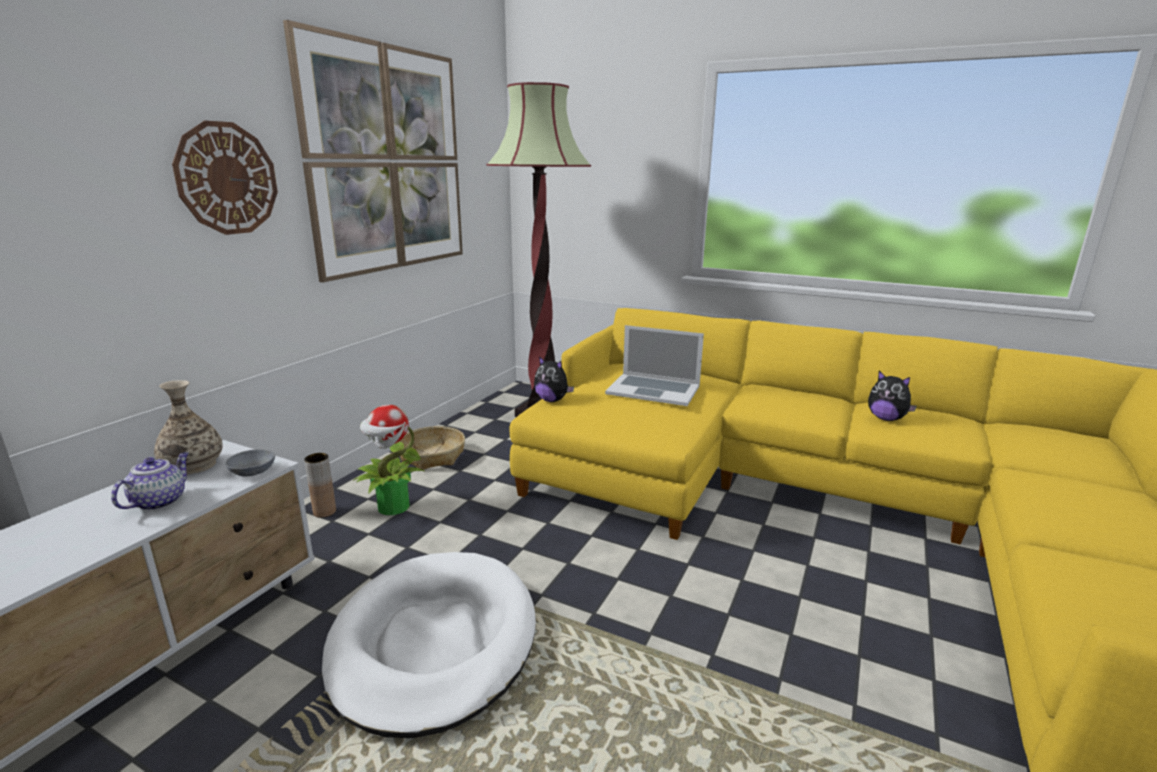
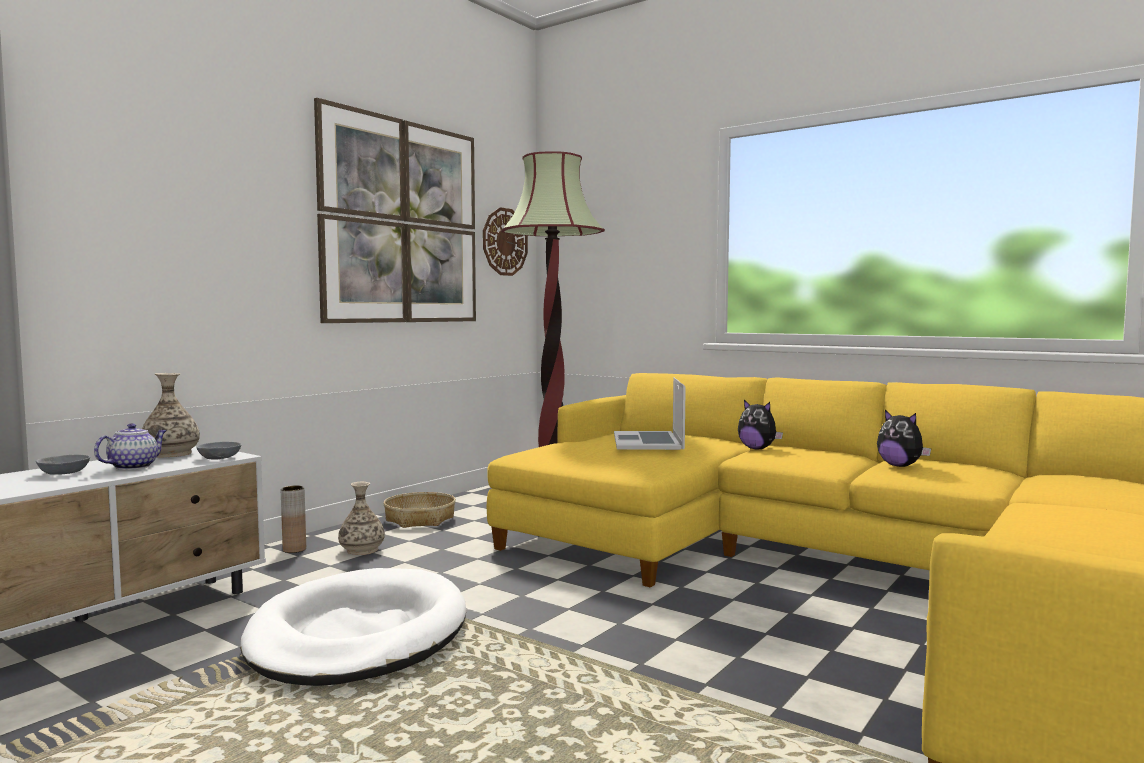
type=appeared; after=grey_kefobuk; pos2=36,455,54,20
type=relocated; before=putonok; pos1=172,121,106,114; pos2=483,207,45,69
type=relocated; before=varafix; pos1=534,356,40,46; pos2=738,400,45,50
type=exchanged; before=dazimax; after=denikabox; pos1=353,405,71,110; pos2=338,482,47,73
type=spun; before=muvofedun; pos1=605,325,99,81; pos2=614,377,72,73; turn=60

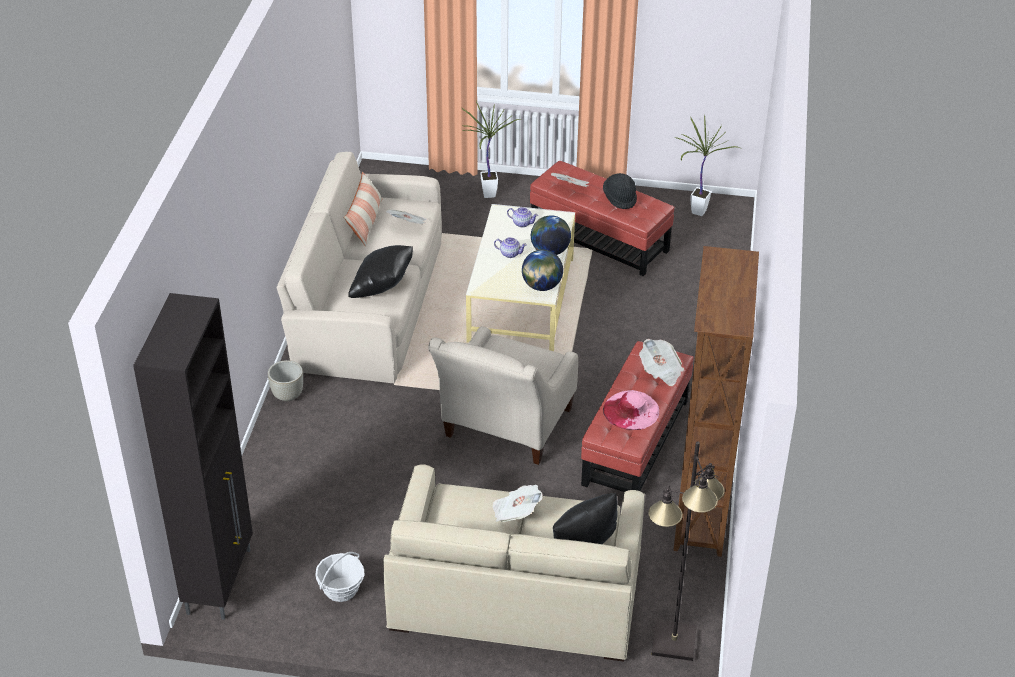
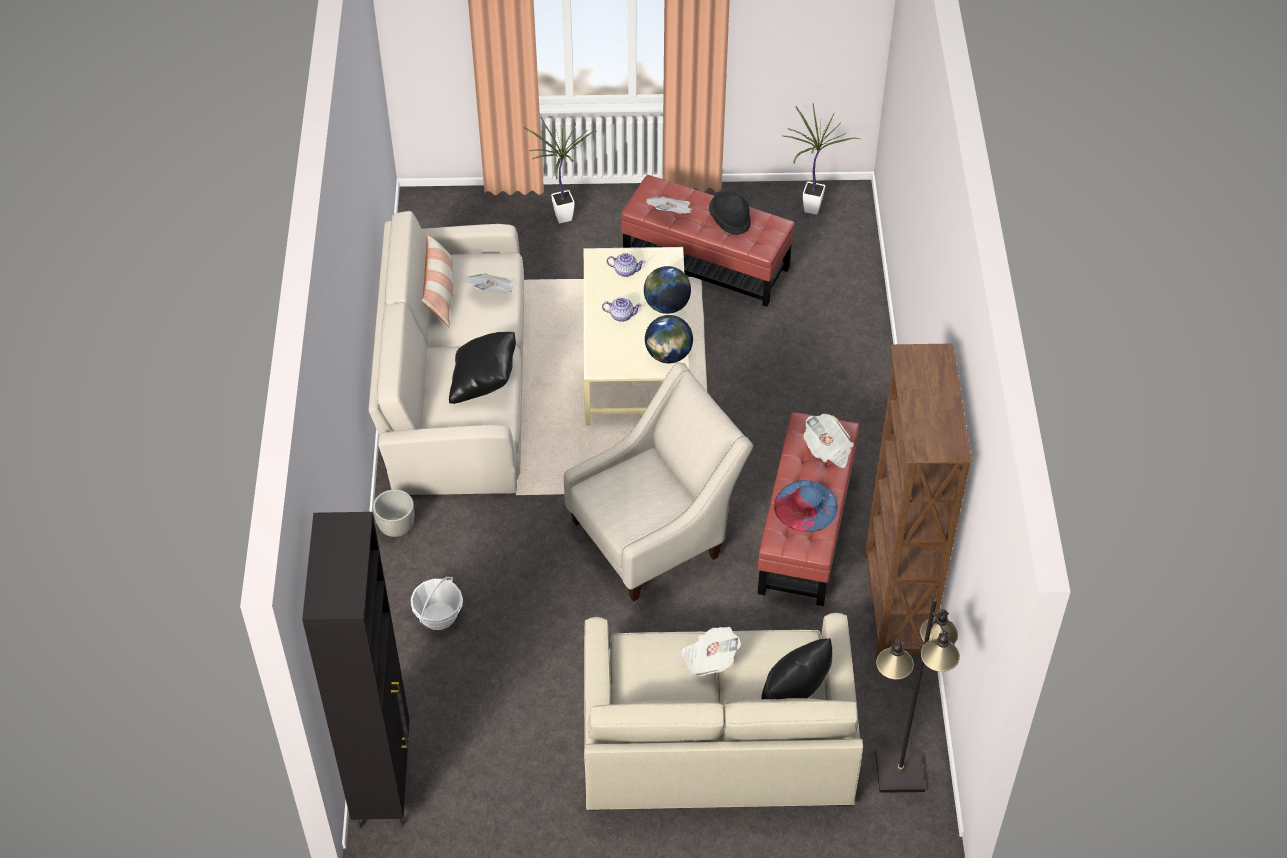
type=relocated; before=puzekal; pos1=315,552,49,50; pos2=411,577,52,53
type=colour; before=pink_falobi; after=blue_falobi; pos1=603,390,56,40; pos2=774,480,64,52
type=spun; before=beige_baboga; pos1=428,327,150,138; pos2=564,362,190,239; turn=-135

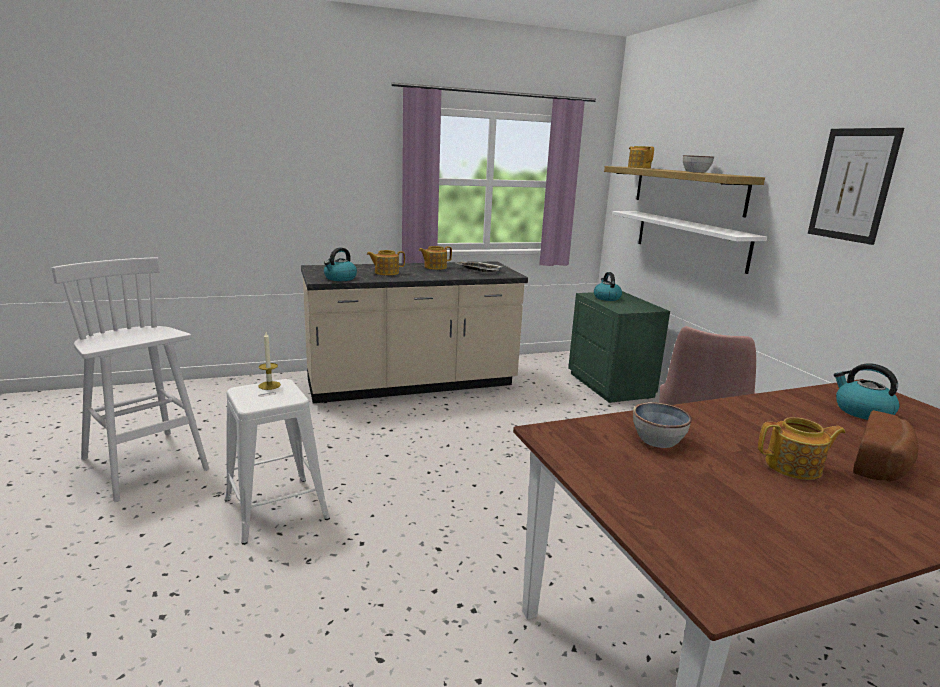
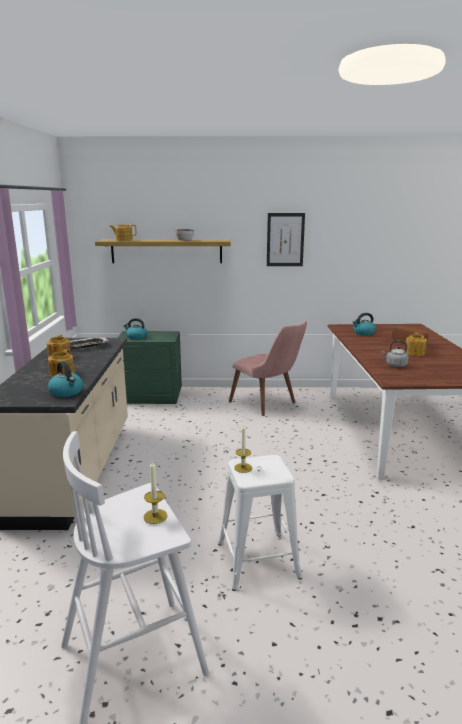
type=missing; before=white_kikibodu; pos1=612,211,155,63
type=appeared; after=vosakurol; pos2=144,461,23,63
type=exchanged; before=kefobuk; after=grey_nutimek; pos1=633,402,59,46; pos2=381,341,28,26

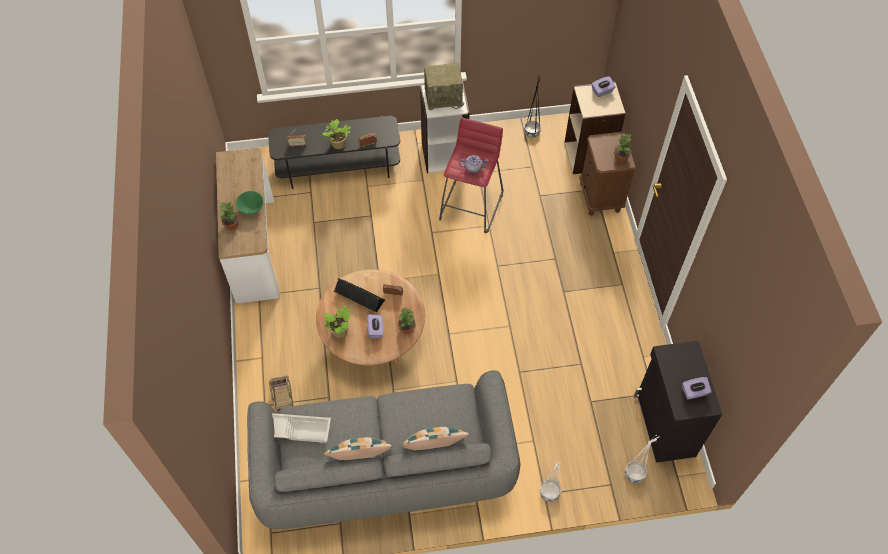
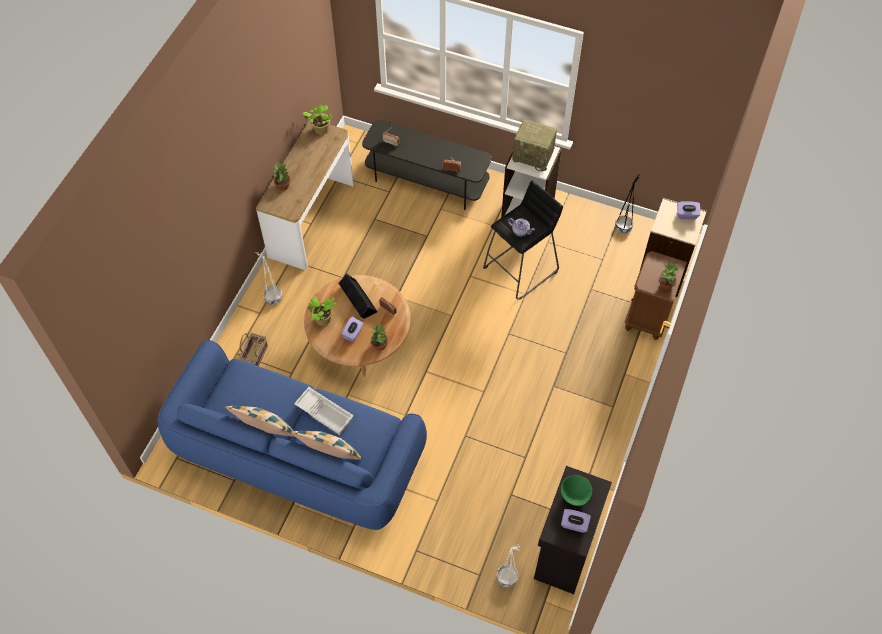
type=relocated; before=green_kefobuk; pos1=236,191,27,23; pos2=561,475,31,31
type=relocated; before=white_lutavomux; pos1=272,413,59,30; pos2=294,387,60,48
type=relocated; before=dazimax; pos1=322,119,29,30; pos2=302,104,30,31
type=relocated; before=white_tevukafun; pos1=540,462,21,40; pos2=256,252,26,53
type=colour; before=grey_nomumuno; after=blue_nomumuno; pos1=247,370,273,159; pos2=157,340,270,190
type=colour; before=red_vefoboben; after=black_vefoboben; pos1=439,118,64,115; pos2=483,180,80,120

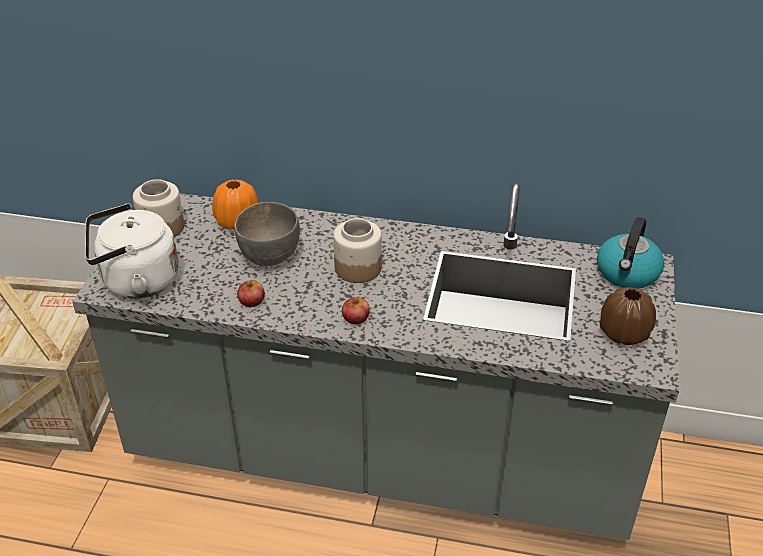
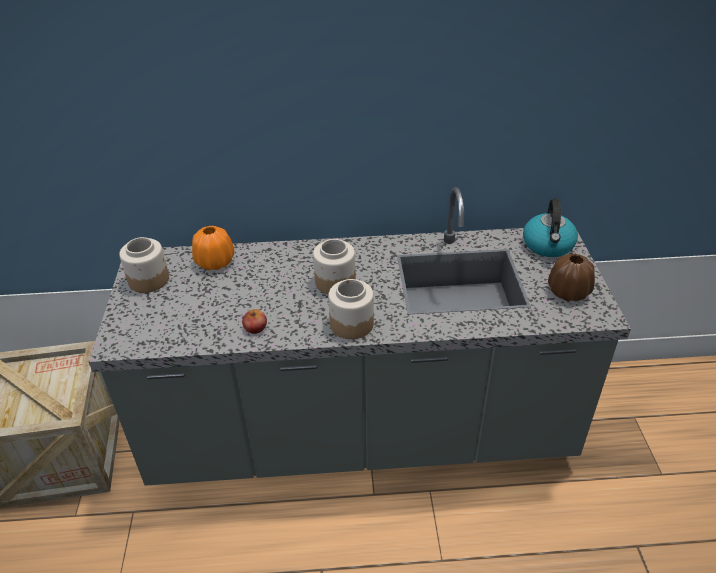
type=missing; before=white_nutimek; pos1=85,204,94,94
type=missing; before=grey_kefobuk; pos1=234,202,66,64
type=exchanged; before=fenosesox; after=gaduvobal; pos1=342,297,28,27; pos2=328,279,46,60

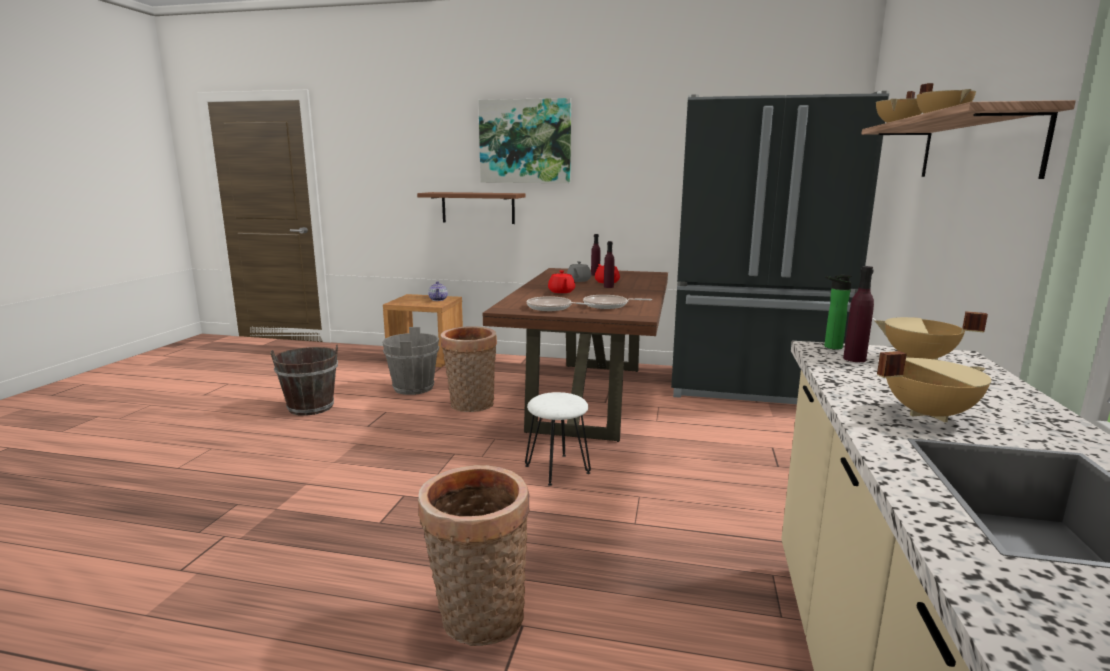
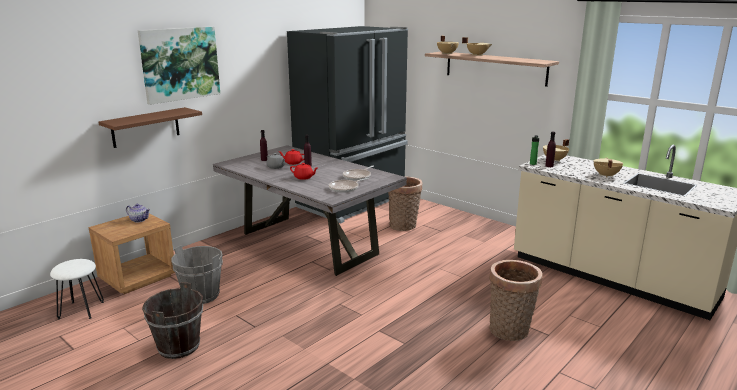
type=relocated; before=puzekal; pos1=441,326,56,86; pos2=388,176,34,55
type=relocated; before=white_vefoboben; pos1=525,392,66,94; pos2=50,259,54,61
type=colour; before=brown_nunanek; after=grey_nunanek; pos1=482,268,186,174; pos2=213,145,194,131

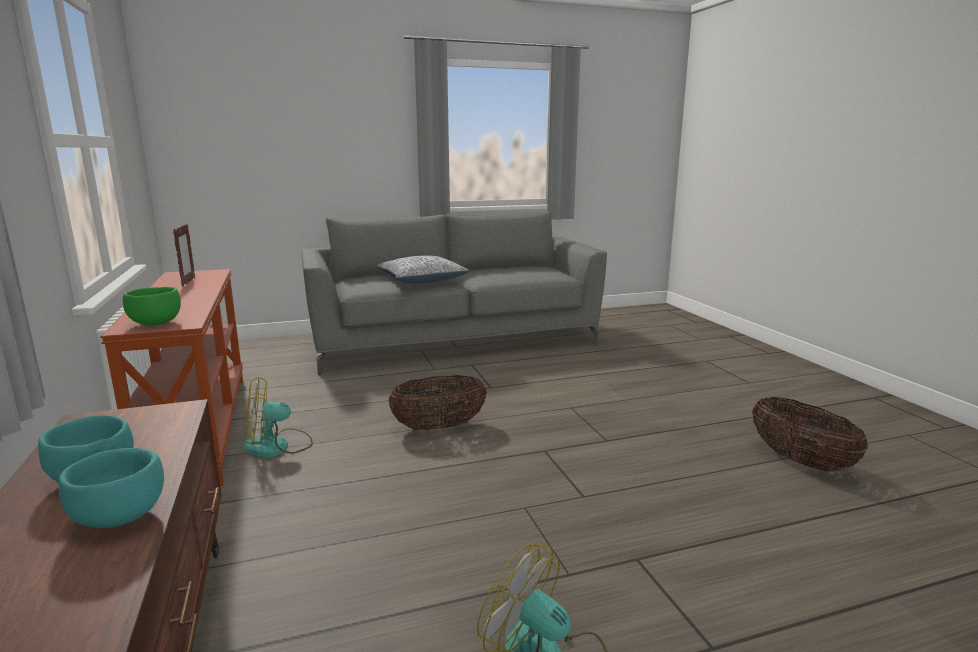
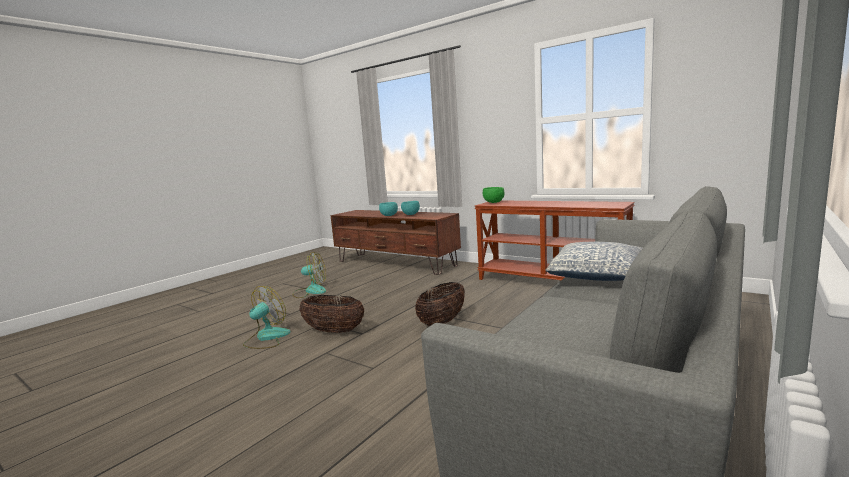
type=missing; before=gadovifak; pos1=173,224,22,62
type=relocated; before=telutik; pos1=243,377,70,80; pos2=243,286,48,63
type=relocated; before=puzekal; pos1=752,397,116,74; pos2=299,295,65,38

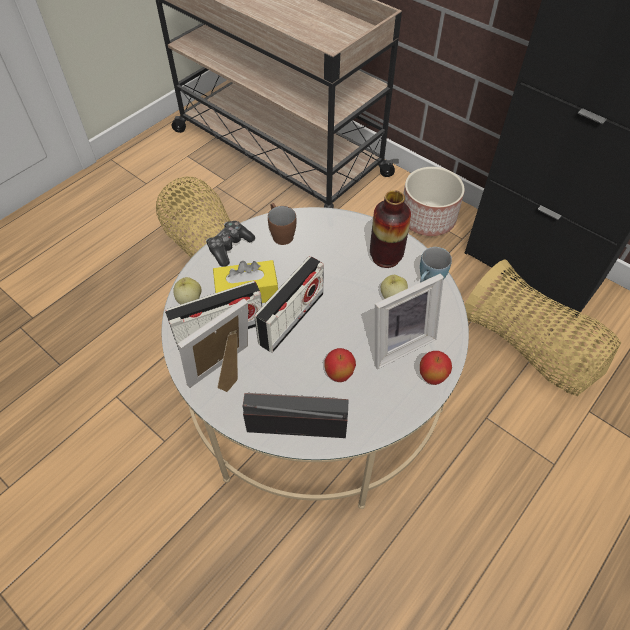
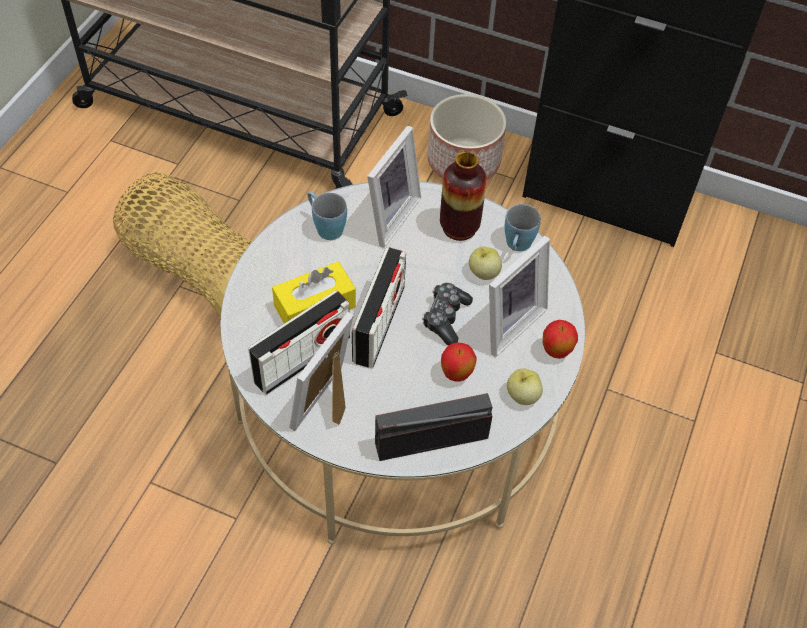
type=missing; before=puzekal; pos1=465,259,156,137
type=appeared; after=gadovifak; pos2=367,125,54,122
type=relocated; before=fenosesox; pos1=173,277,28,27; pos2=507,368,36,37
type=relocated; before=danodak; pos1=206,221,49,46; pos2=422,283,51,62
type=colour; before=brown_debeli; after=blue_debeli; pos1=268,203,28,42; pos2=307,192,40,48

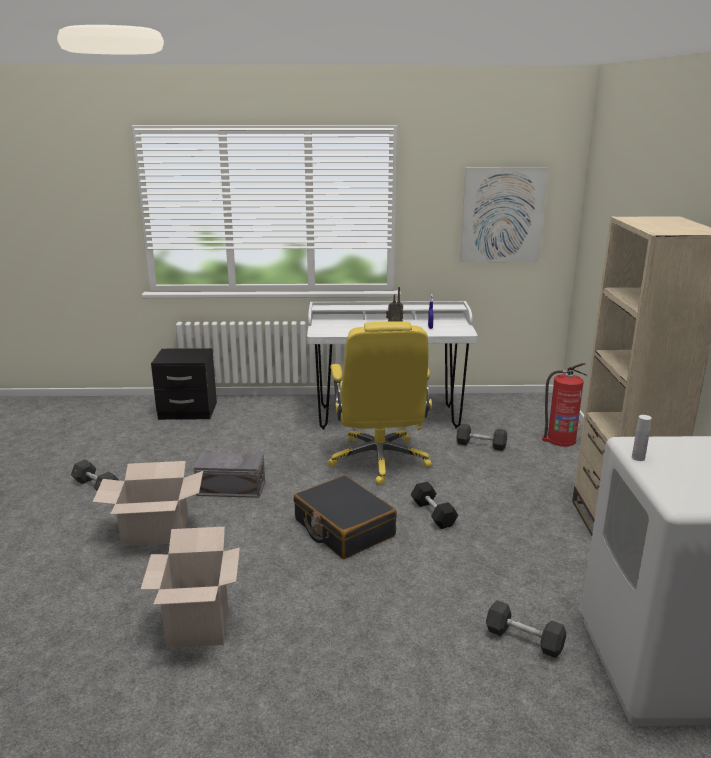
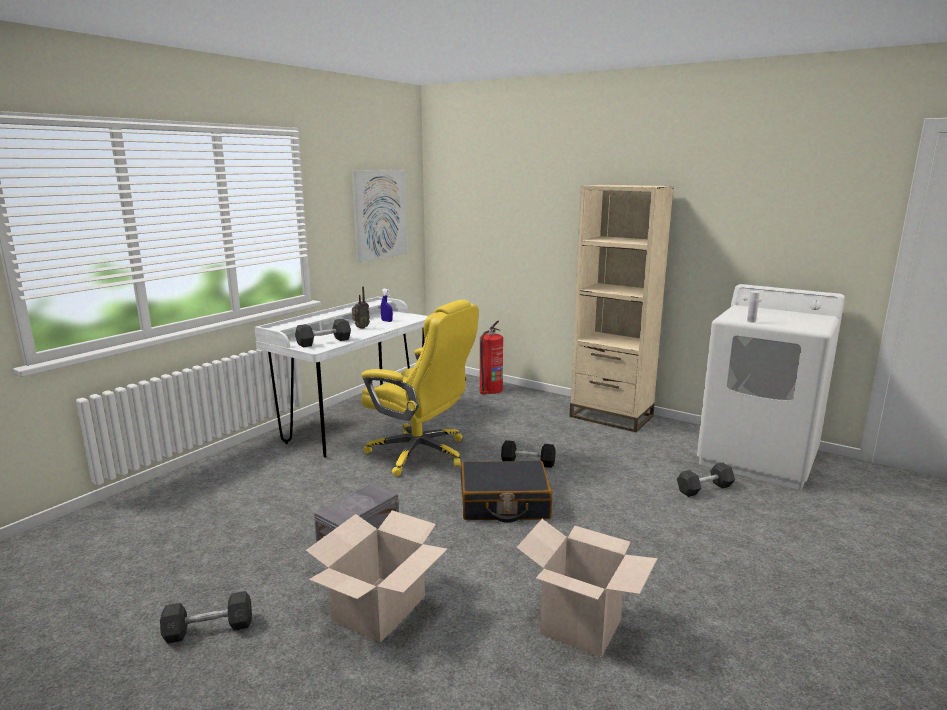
type=missing; before=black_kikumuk; pos1=151,348,66,72
type=relocated; before=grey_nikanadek; pos1=456,424,51,27; pos2=295,319,56,28

